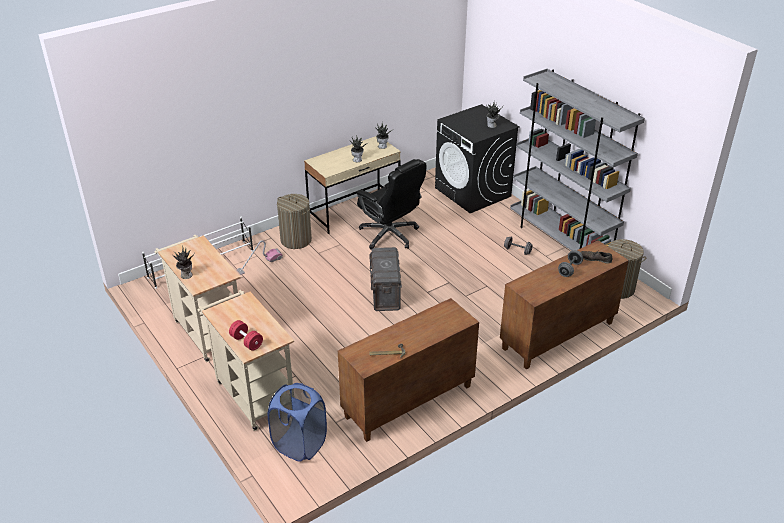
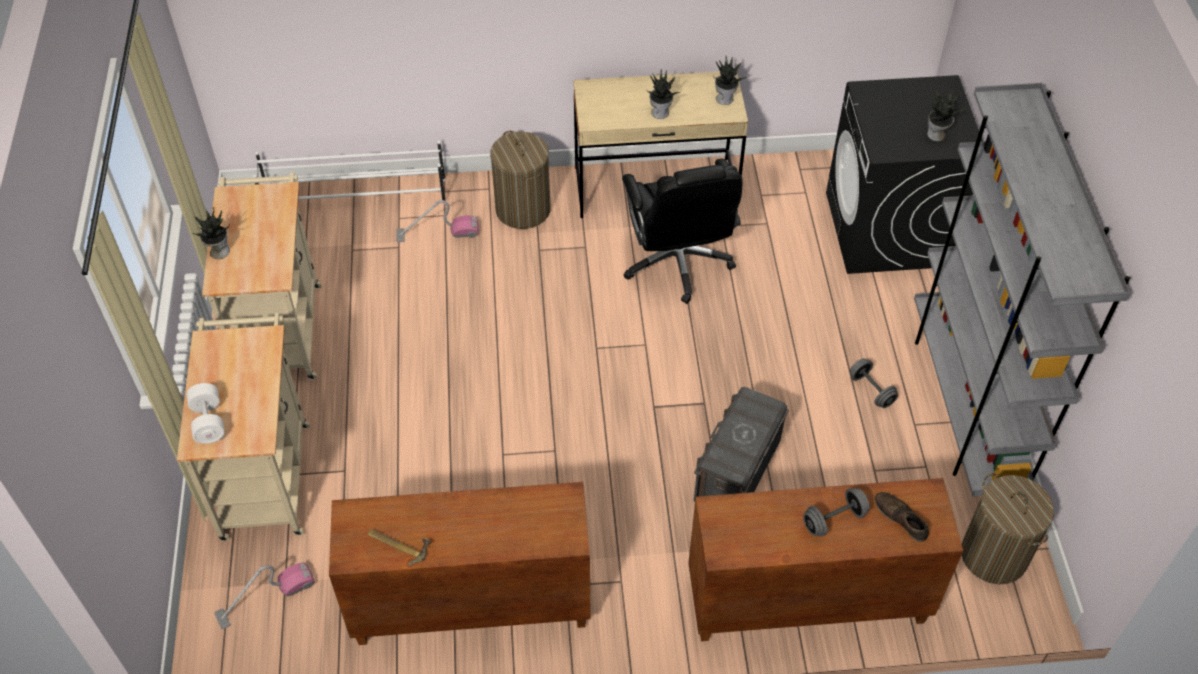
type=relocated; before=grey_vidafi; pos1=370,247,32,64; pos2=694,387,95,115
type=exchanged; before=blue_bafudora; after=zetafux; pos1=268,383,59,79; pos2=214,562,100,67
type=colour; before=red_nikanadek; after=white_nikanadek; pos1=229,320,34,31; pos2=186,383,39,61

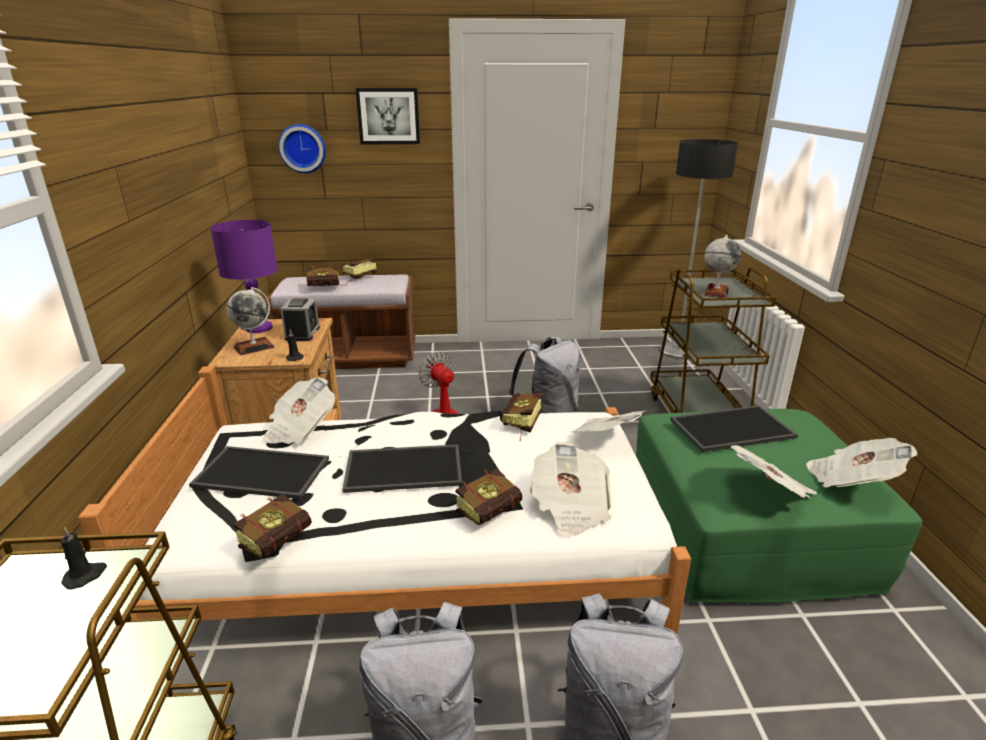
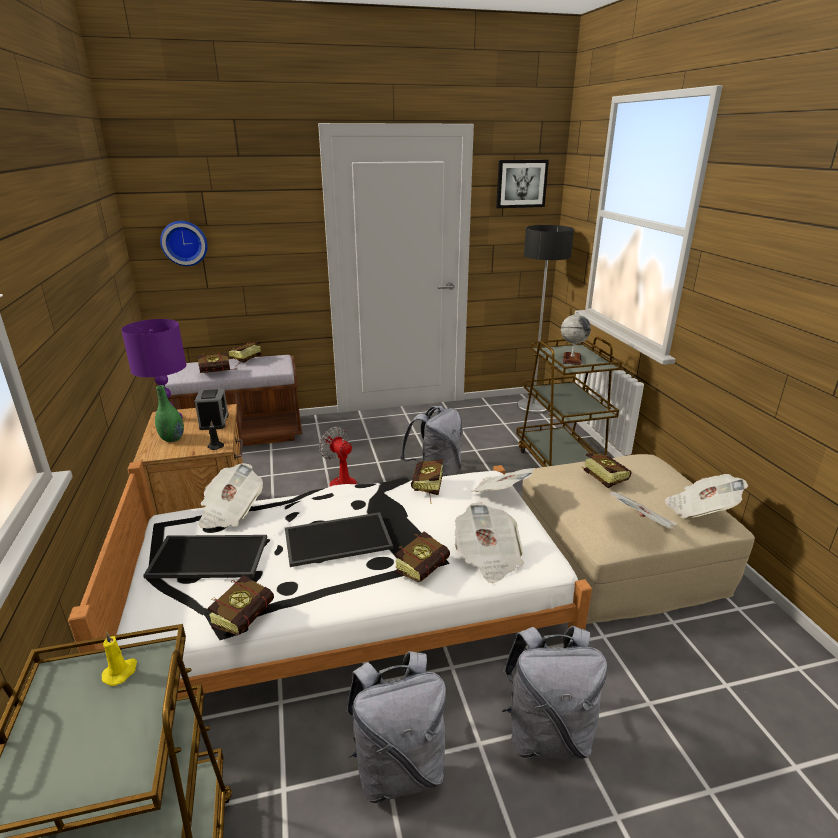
type=relocated; before=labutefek; pos1=356,88,64,57; pos2=496,160,53,48
type=exchanged; before=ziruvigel; after=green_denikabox; pos1=227,287,48,69; pos2=155,385,29,57
type=exchanged; before=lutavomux; after=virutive; pos1=670,405,128,47; pos2=581,453,51,35
type=colour; before=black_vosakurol; after=yellow_vosakurol; pos1=61,526,46,64; pos2=102,632,35,54
type=colour; before=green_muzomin; after=beige_muzomin; pos1=636,409,286,194; pos2=522,454,233,170

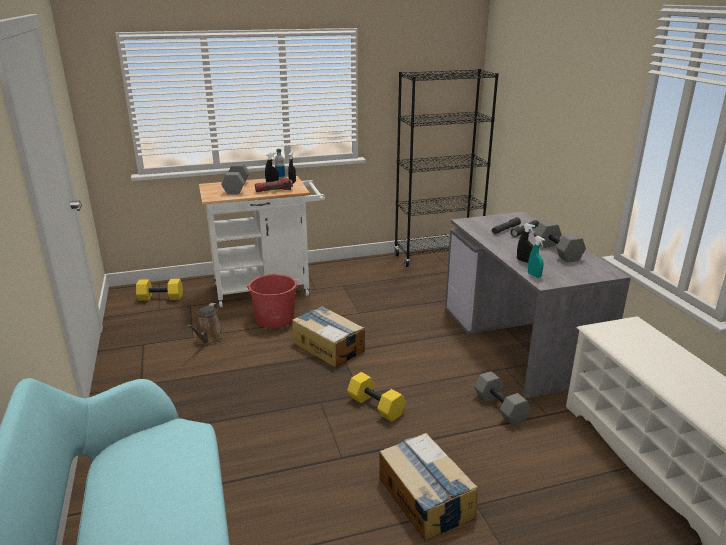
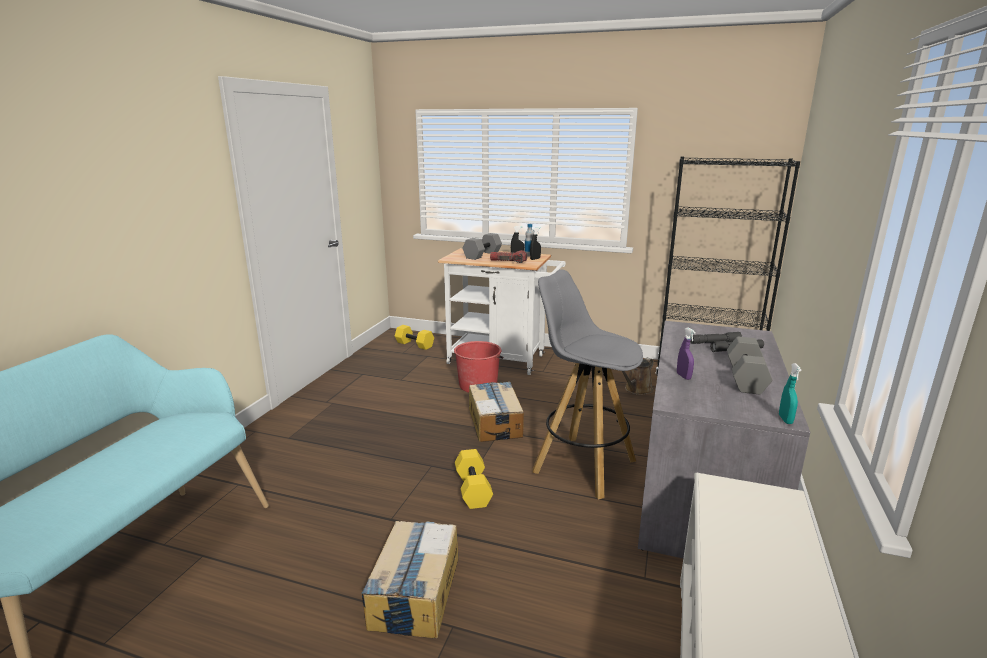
type=missing; before=grey_nikanadek; pos1=474,371,57,55
type=appeared; after=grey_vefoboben; pos2=533,269,110,231
type=relocated; before=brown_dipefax; pos1=187,303,38,42; pos2=622,358,32,37
type=relocated; before=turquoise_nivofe; pos1=528,236,17,42; pos2=779,363,23,61
type=colour; before=black_nivofe; after=purple_nivofe; pos1=517,223,18,40; pos2=677,327,19,53

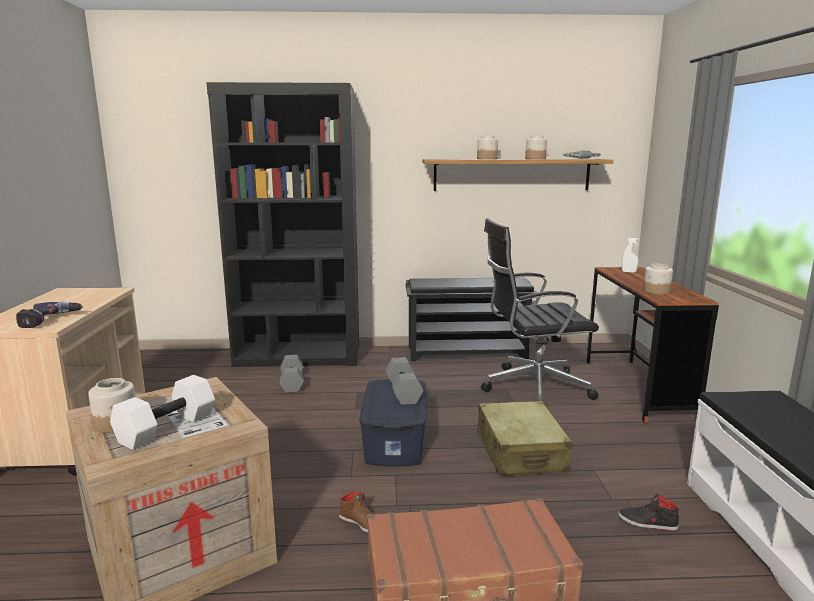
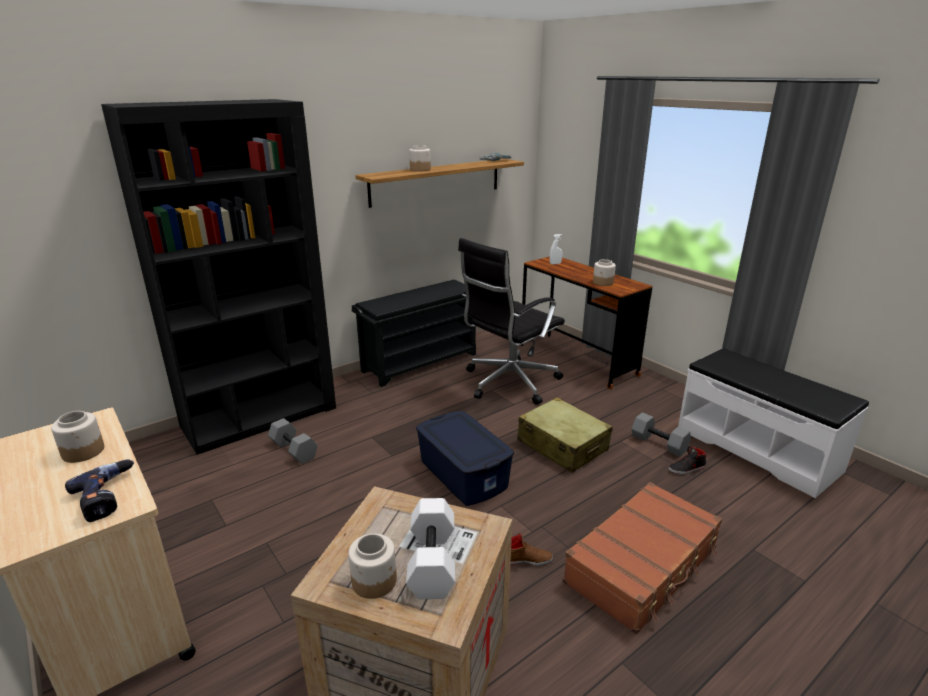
type=relocated; before=grey_nikanadek; pos1=386,357,37,48; pos2=631,412,60,45
type=relocated; before=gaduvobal; pos1=525,136,22,23; pos2=51,411,53,52

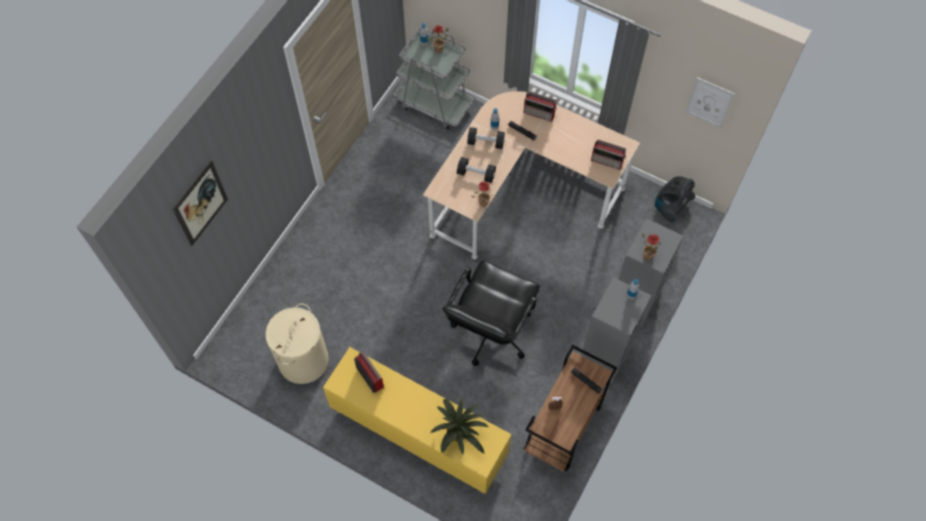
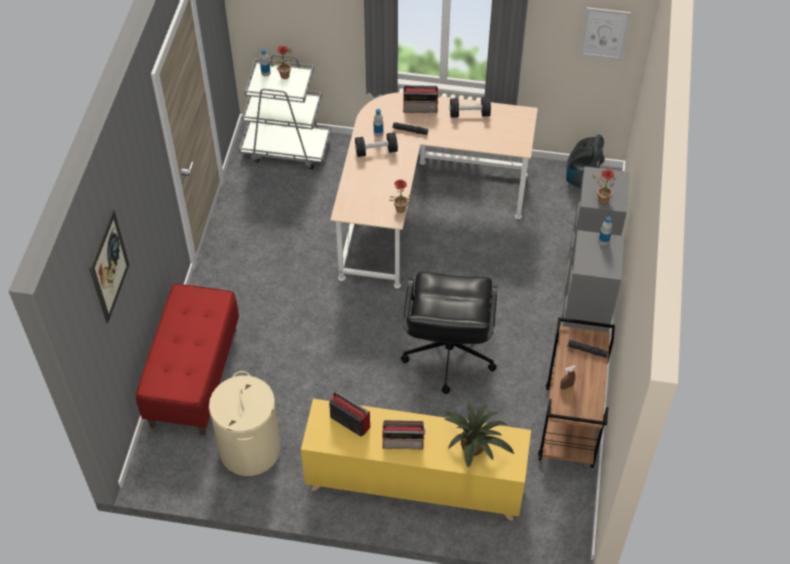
type=appeared; after=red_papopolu; pos2=136,284,103,152
type=relocated; before=black_nikanadek; pos1=457,157,39,26; pos2=450,97,41,20
type=relocated; before=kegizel; pos1=591,140,35,30; pos2=383,420,43,29

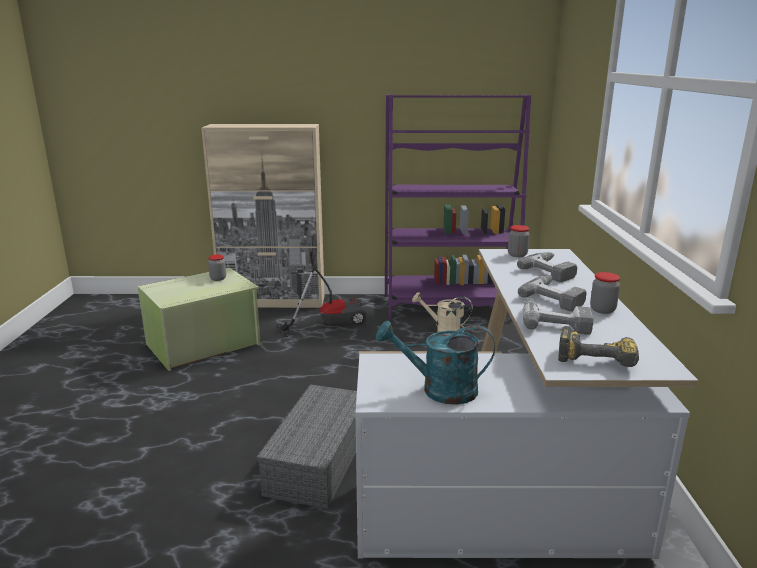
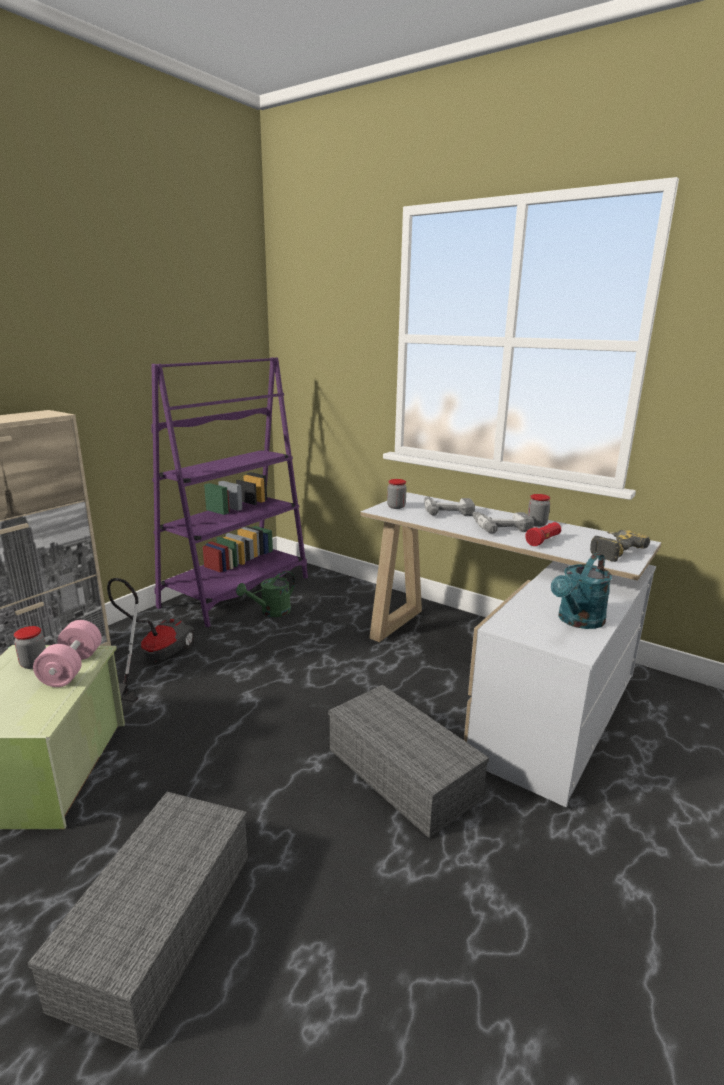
type=appeared; after=grey_vidafi; pos2=28,792,220,259
type=appeared; after=pink_nikanadek; pos2=33,620,69,67
type=exchanged; before=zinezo; after=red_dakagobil; pos1=523,298,70,37; pos2=525,522,36,24
type=colour; before=beige_dipefax; after=green_dipefax; pos1=412,292,60,40; pos2=236,571,59,46

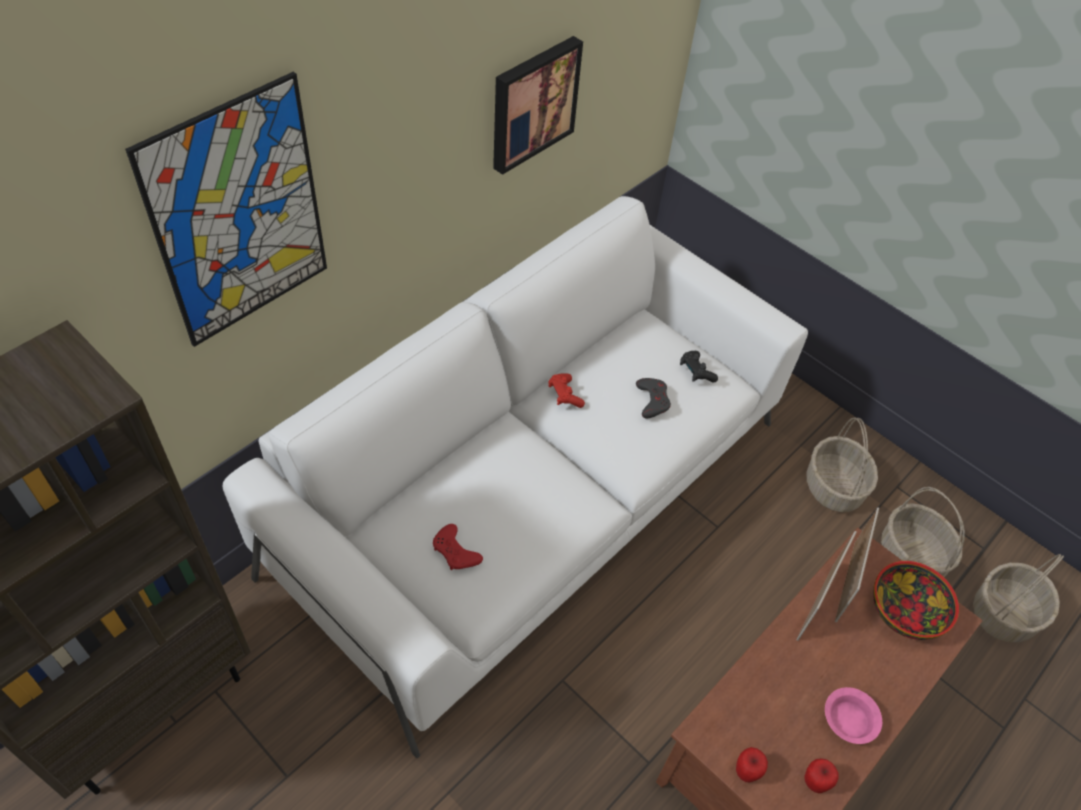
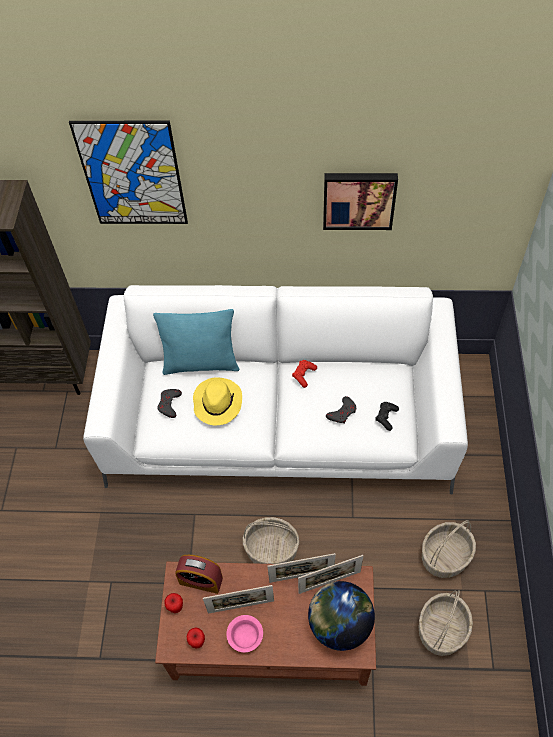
type=appeared; after=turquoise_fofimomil; pos2=153,309,86,66
type=appeared; after=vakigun; pos2=175,555,48,39
type=appeared; after=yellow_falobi; pos2=193,377,49,48
type=appeared; after=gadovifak; pos2=203,585,71,29
type=relocated; before=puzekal; pos1=973,554,91,88; pos2=243,517,56,47
type=exchanged; before=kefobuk; after=ziruvigel; pos1=873,561,86,79; pos2=308,581,67,70
type=colour; before=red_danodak; after=grey_danodak; pos1=433,524,50,46; pos2=157,389,25,29

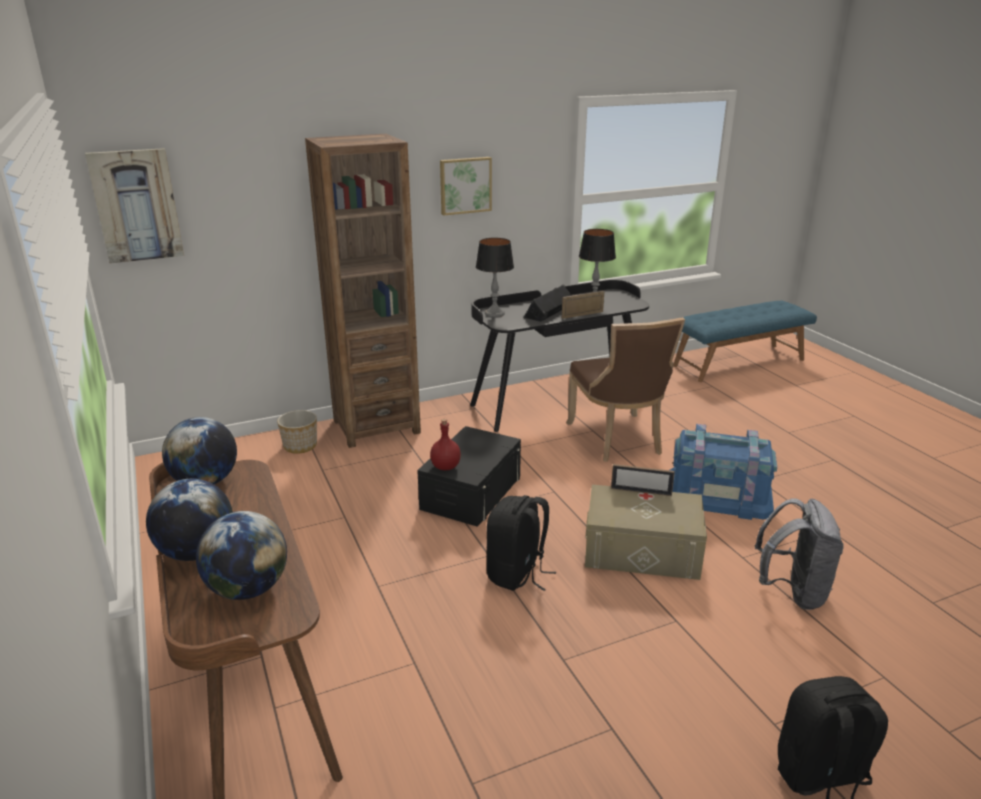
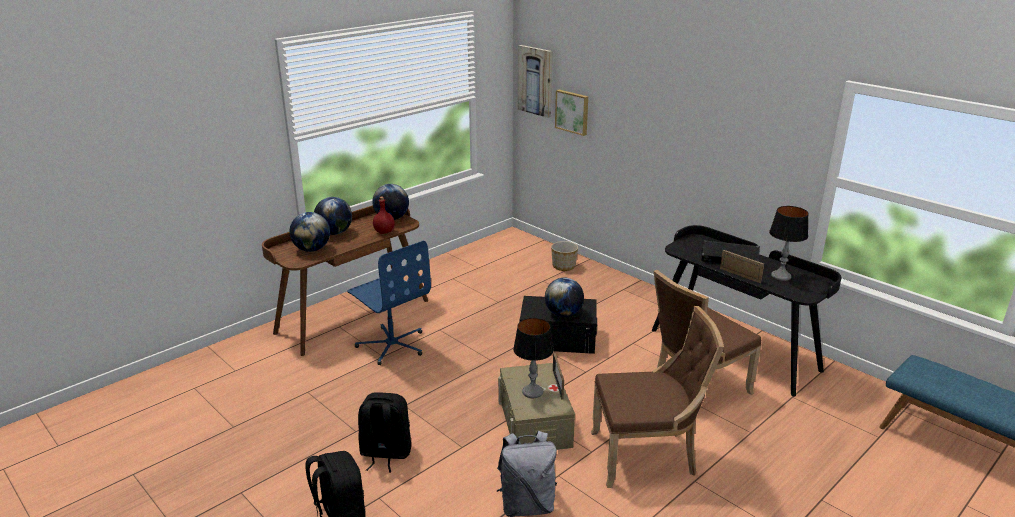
type=missing; before=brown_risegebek; pos1=305,134,116,314
type=appeared; after=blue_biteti; pos2=347,241,84,124
type=appeared; after=ziruvigel; pos2=545,278,39,39
type=relocated; before=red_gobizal; pos1=430,419,31,51; pos2=373,197,22,37
type=relocated; before=labutefek; pos1=440,157,52,58; pos2=555,90,33,46
type=relocated; before=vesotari; pos1=476,238,38,79; pos2=513,318,41,80
type=relocated; before=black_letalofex; pos1=487,495,69,96; pos2=358,392,53,81
type=exchanged; before=blue_vidafi; after=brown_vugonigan; pos1=670,424,107,96; pos2=591,306,133,182

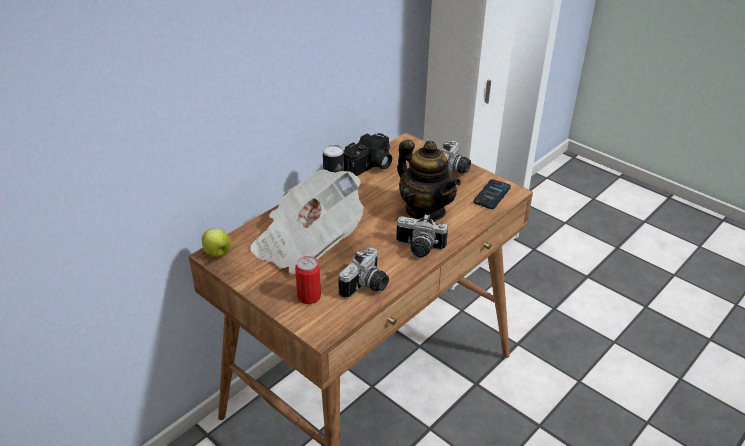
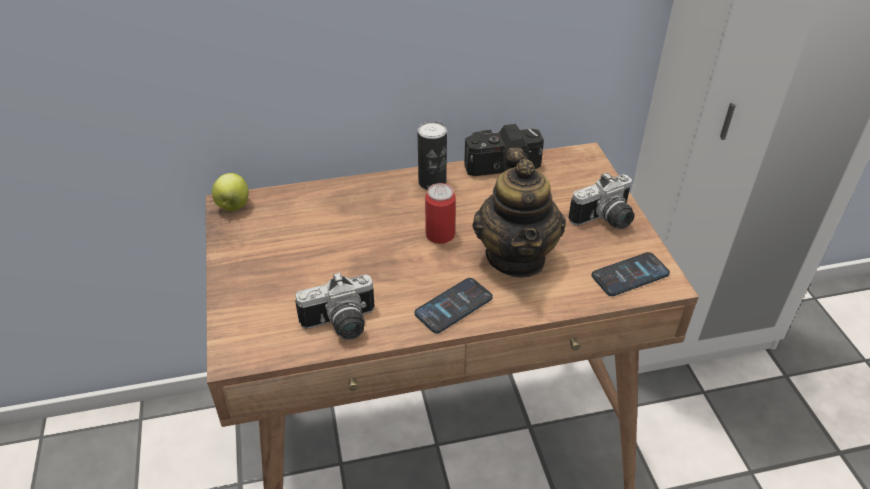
type=missing; before=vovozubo; pos1=251,169,113,105
type=relocated; before=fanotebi; pos1=295,256,26,48; pos2=425,183,31,61
type=exchanged; before=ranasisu; after=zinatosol; pos1=396,214,52,44; pos2=415,278,78,55

